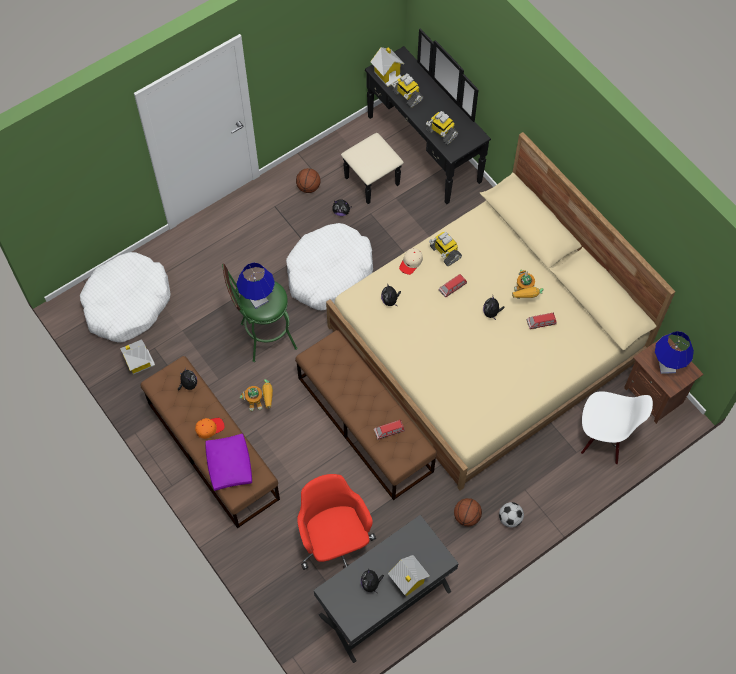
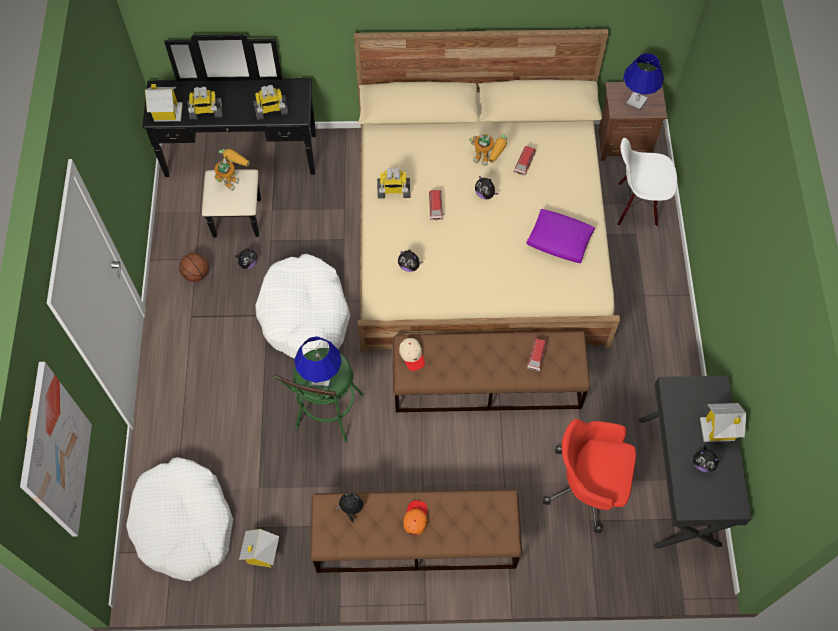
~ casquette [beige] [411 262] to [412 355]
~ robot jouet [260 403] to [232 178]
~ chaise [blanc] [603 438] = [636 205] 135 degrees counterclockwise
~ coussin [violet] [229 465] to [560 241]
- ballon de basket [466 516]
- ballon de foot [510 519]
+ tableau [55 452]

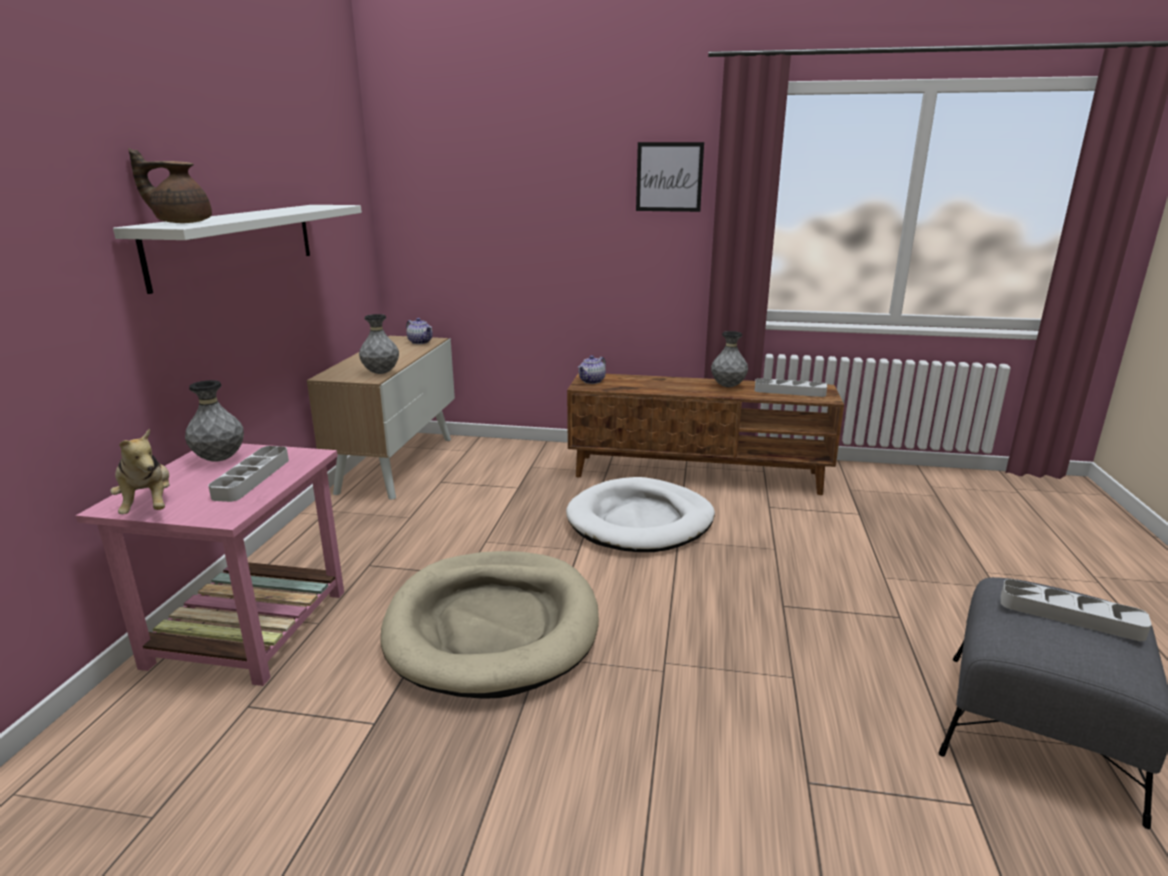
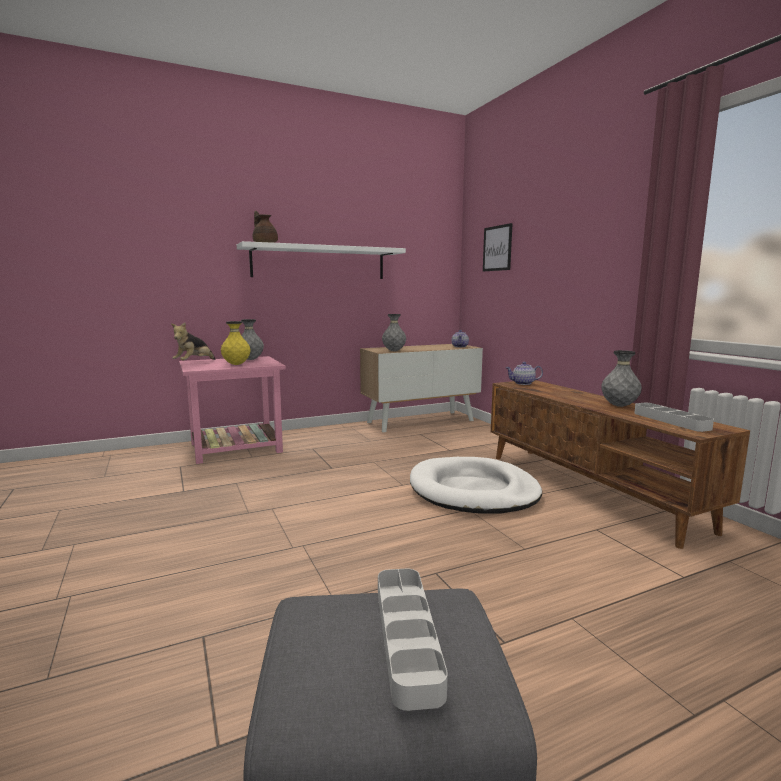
~ tableau [669 177] to [497 248]
~ plateau [gris] [252 478] to vase [jaune] [236 364]
- panier pour chien [beige] [493 626]

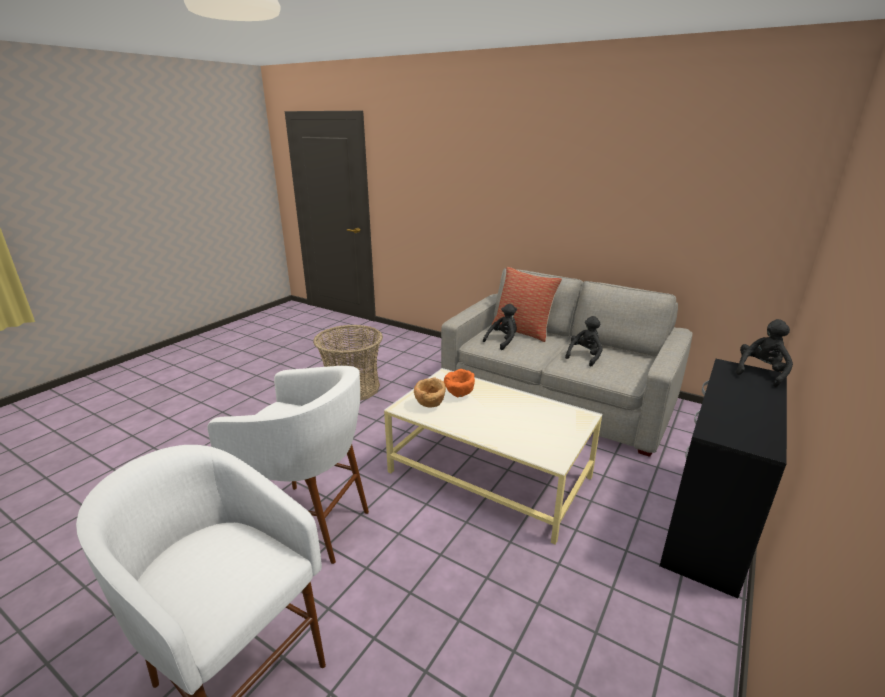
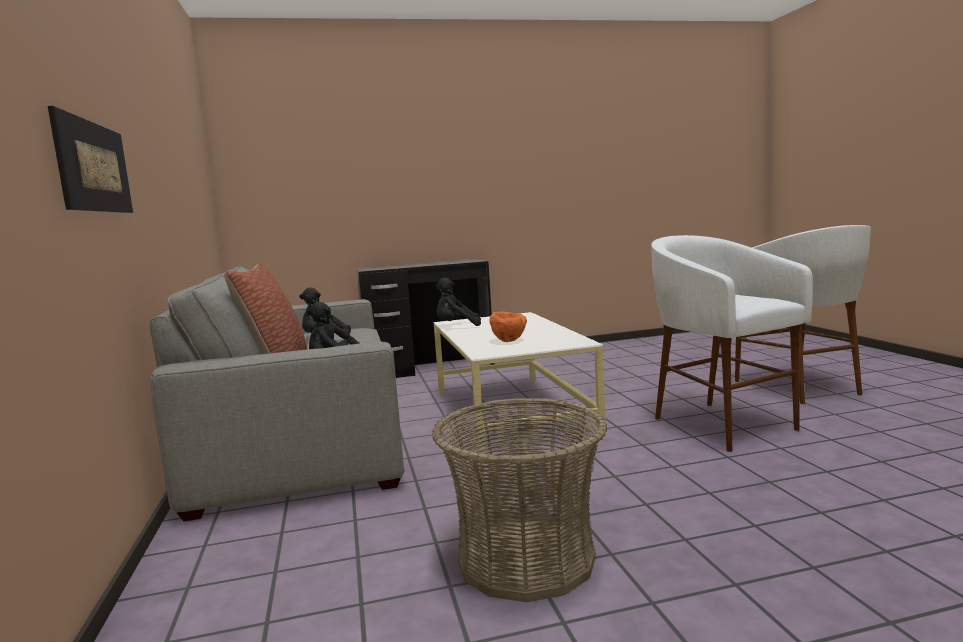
~ peluche [noir] [761 372] to [456 326]
- bol [marron] [430 405]
+ tableau [94 167]

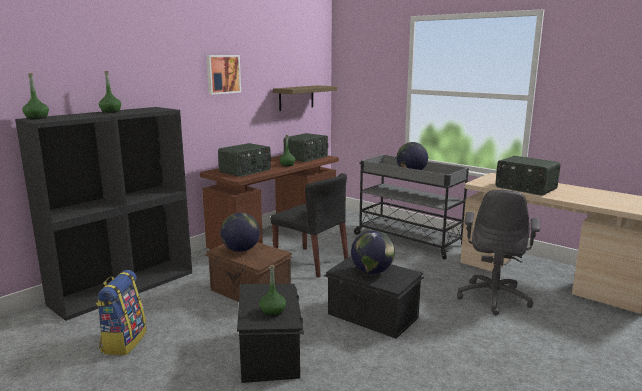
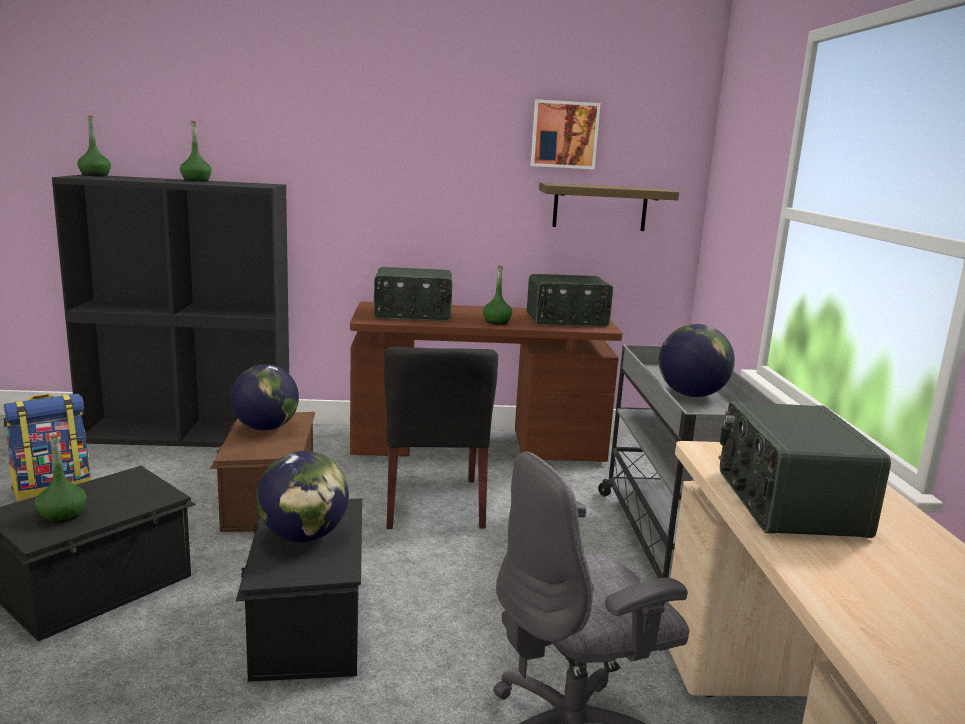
~ tableau [222 74] to [564 134]

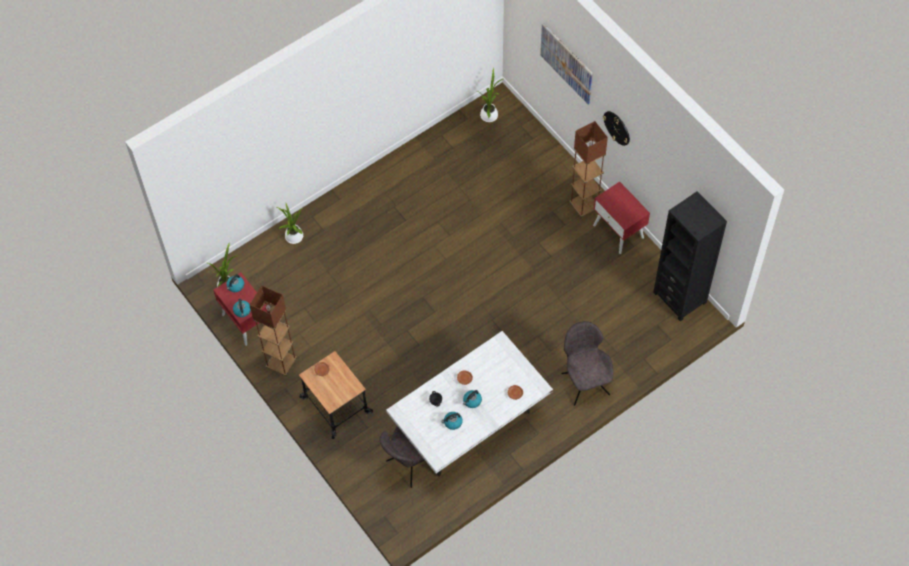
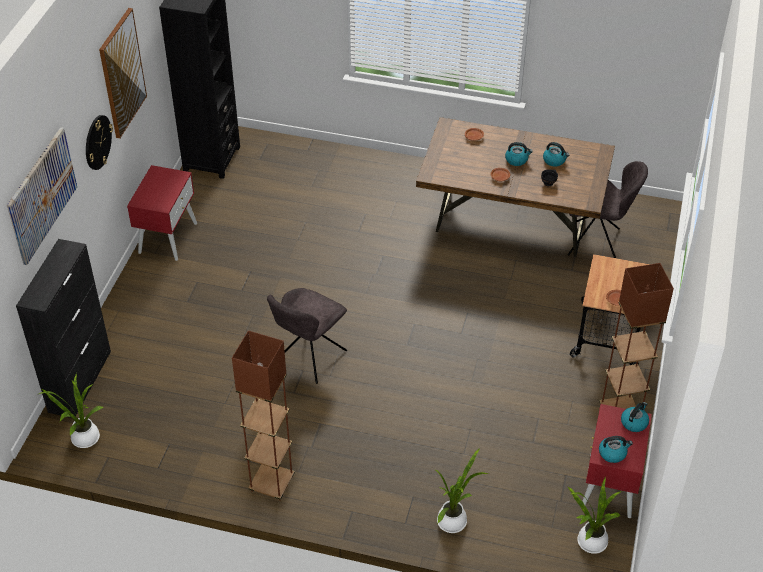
~ lampadaire [marron] [584 206] to [271 483]
~ chaise [gris] [584 382] to [309 358]
~ table à manger [blanc] [469 427] to table à manger [marron] [511 224]
+ tableau [122 73]
+ meuble de rangement [noir] [80 381]

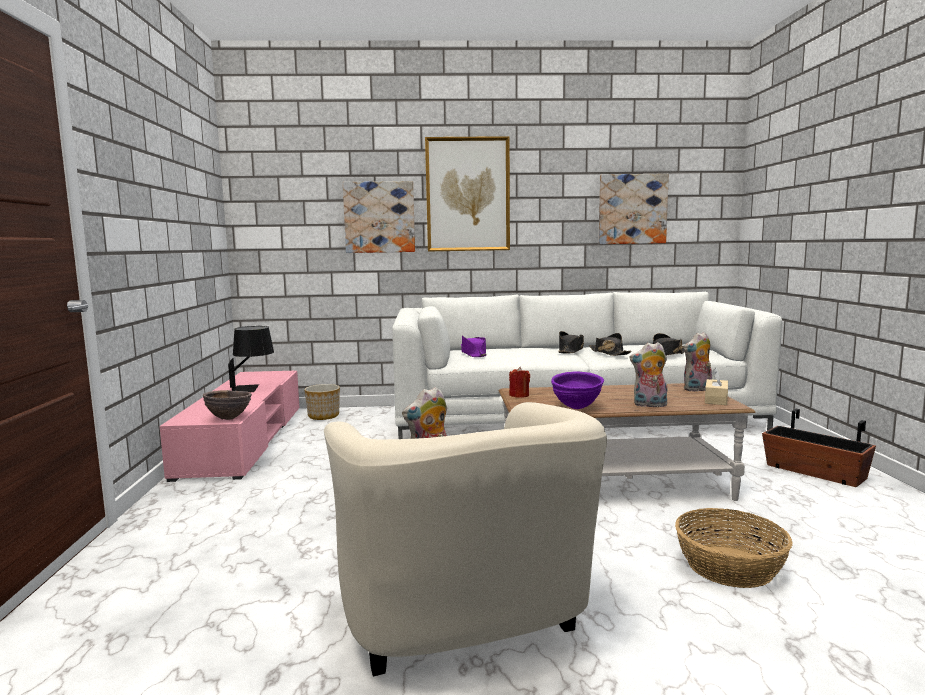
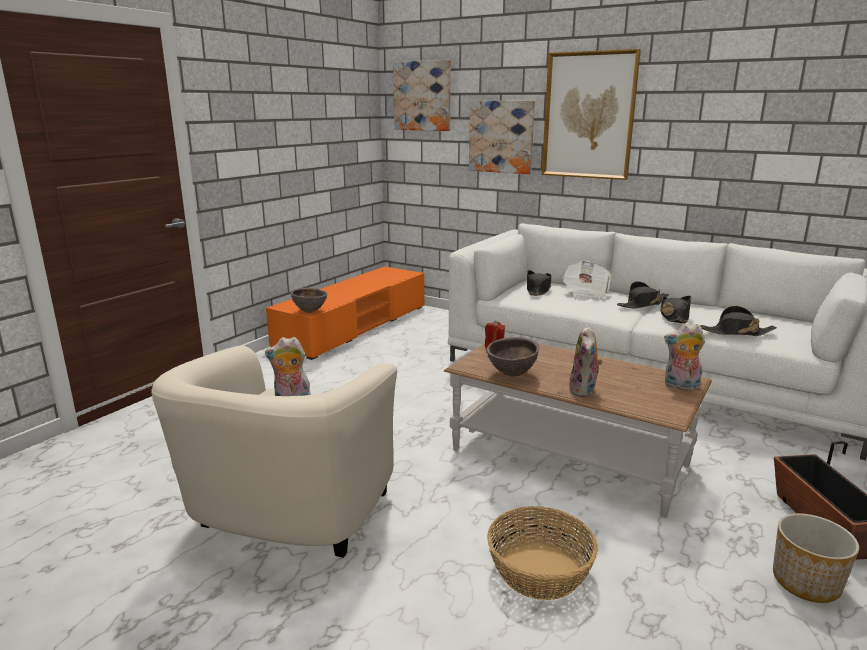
~ tableau [632 209] to [422 96]
- lampe de table [noir] [253 388]
~ chapeau [violet] [473 354] to chapeau [noir] [538 290]
~ peluche [649 405] = [584 391] 120 degrees counterclockwise
- boîte à mouchoirs [beige] [716 400]
~ meuble télé [rose] [244 440] to meuble télé [orange] [354 326]
~ bol [violet] [576 408] to bol [marron] [511 374]
~ cache-pot [324 416] to [806 583]
+ journal [585 294]

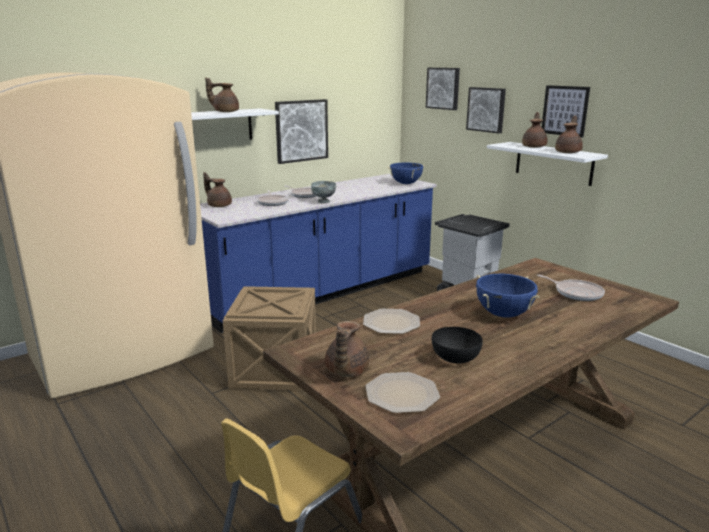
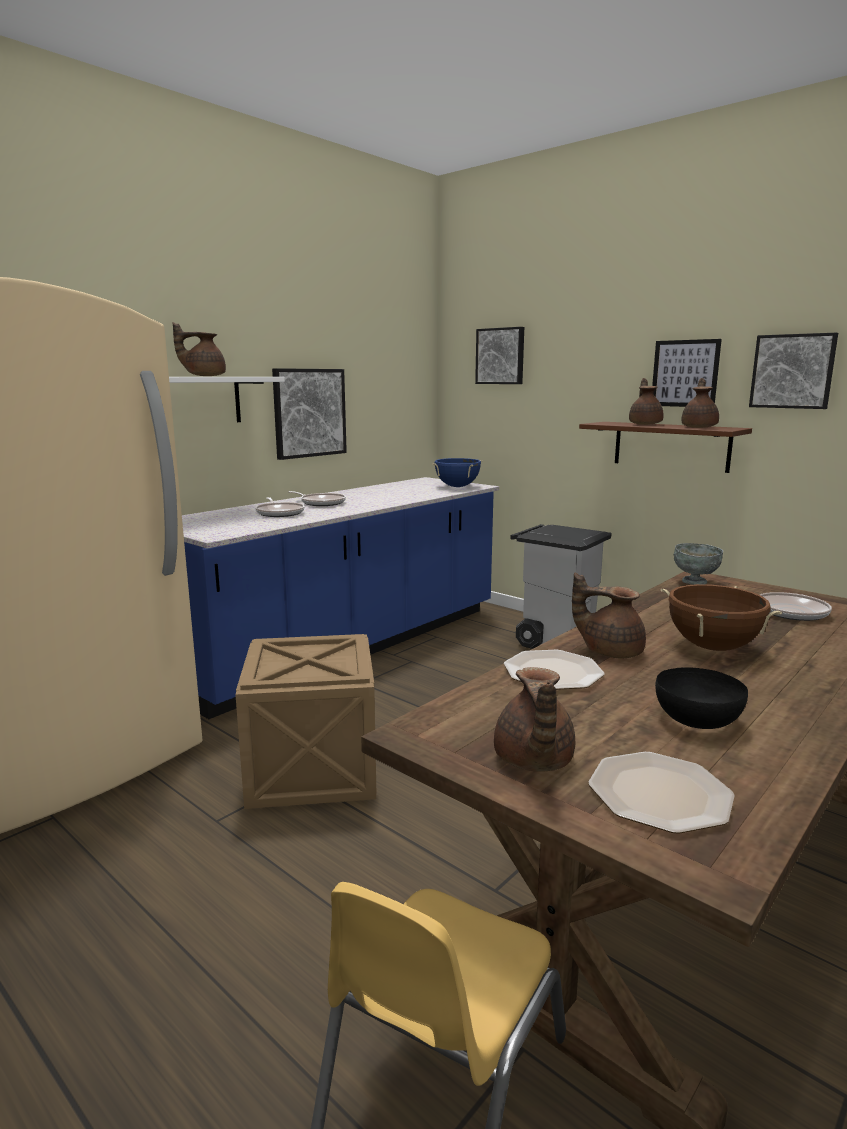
~ tableau [486 109] to [792 371]
~ étagère [blanc] [553 163] to étagère [marron] [671 446]
~ théière [marron] [219 205] to [610 651]
~ bol [gris] [323 201] to [695 582]
~ marmite [bleu] [503 314] to marmite [marron] [713 647]

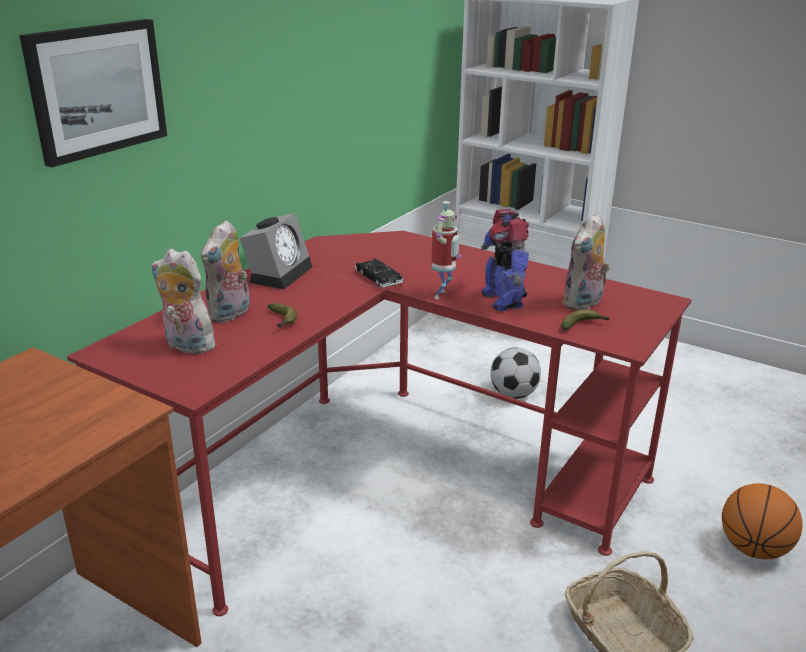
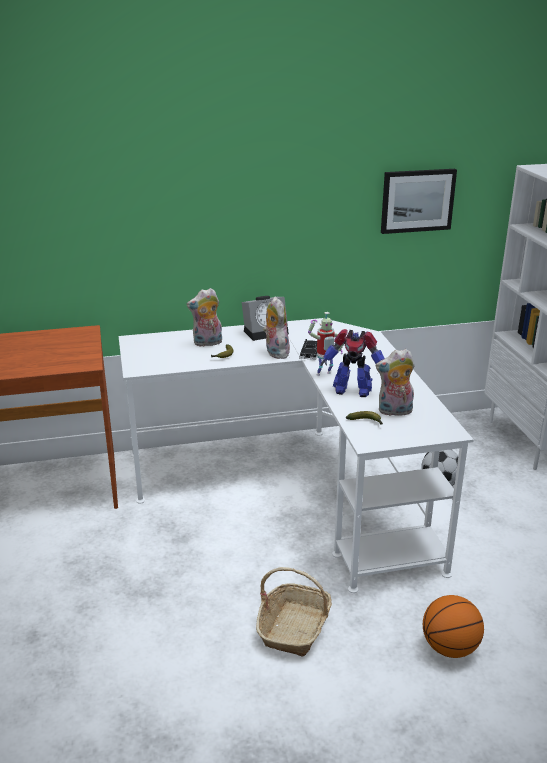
~ tableau [97 89] to [417 200]
~ robot jouet [503 299] = [352 390] 105 degrees counterclockwise
~ bureau [rouge] [388 475] to bureau [blanc] [295 487]
~ peluche [186 346] to [275 352]

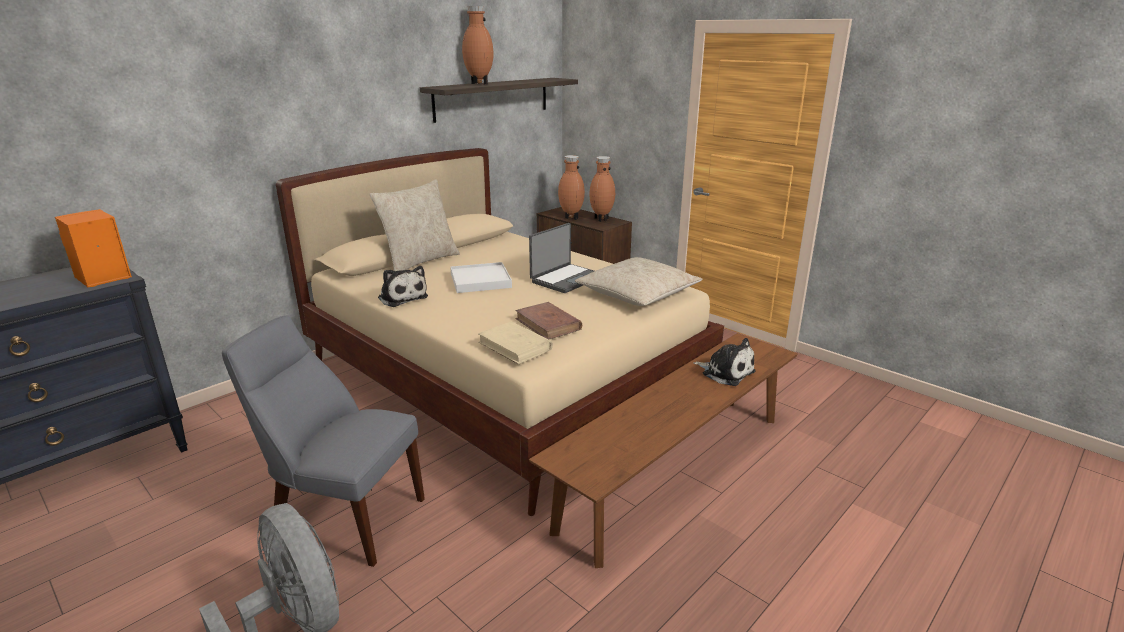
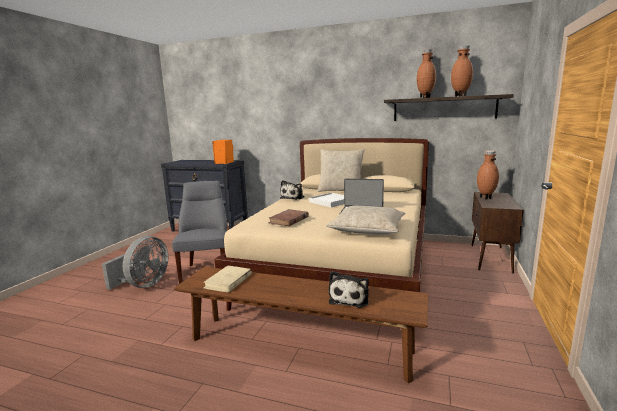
~ vase [marron] [601 219] to [460 96]
~ livre [beige] [515 346] to [228 281]

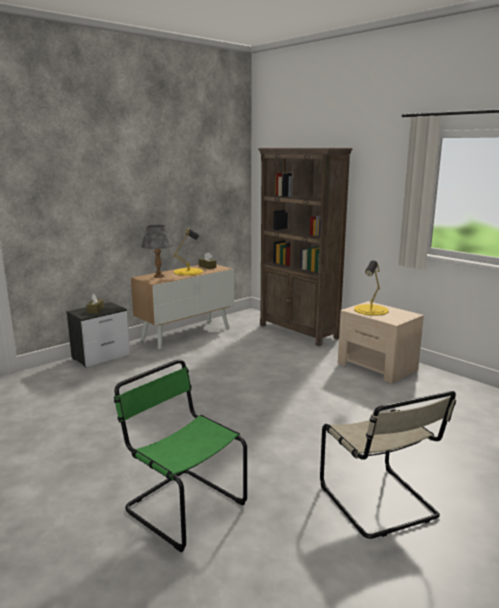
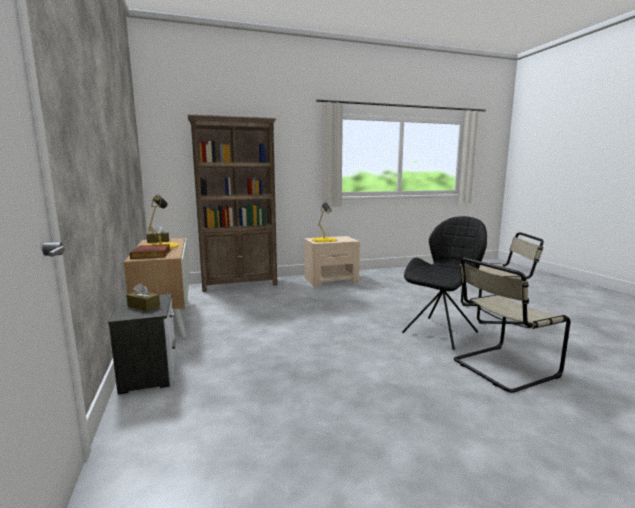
~ lampe de table [gris] [158 276] to livre [152 254]
~ chaise [vert] [182 505] to chaise [beige] [501 368]
+ chaise [noir] [441 332]

